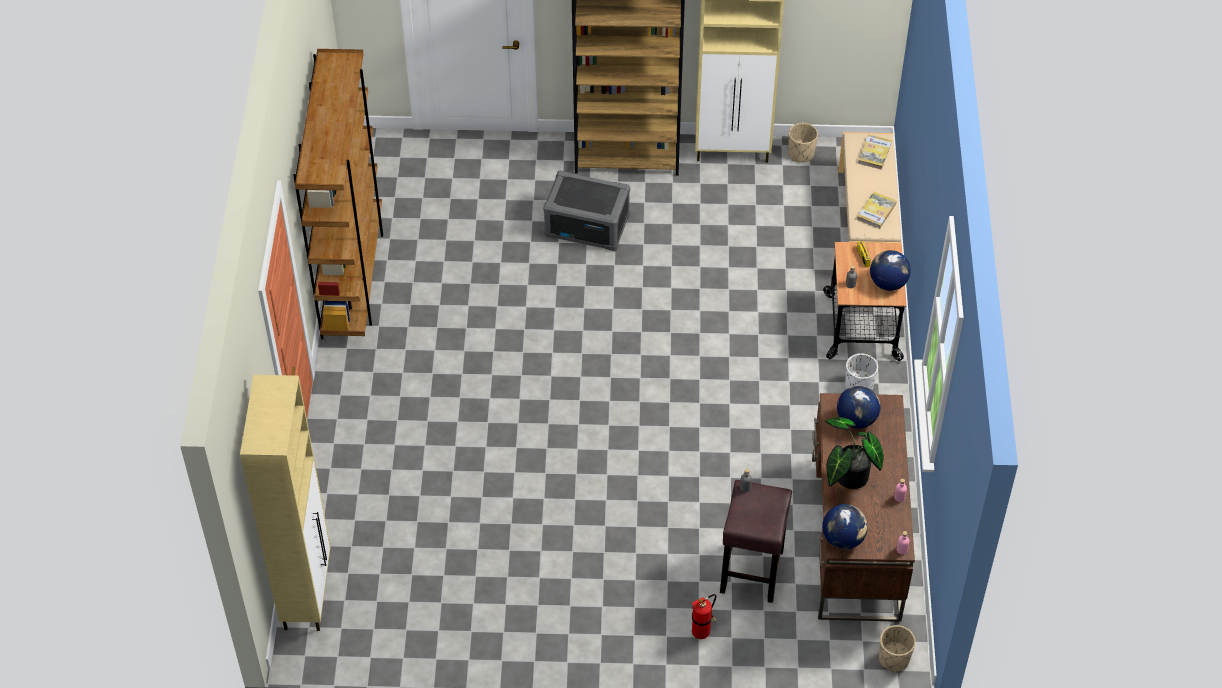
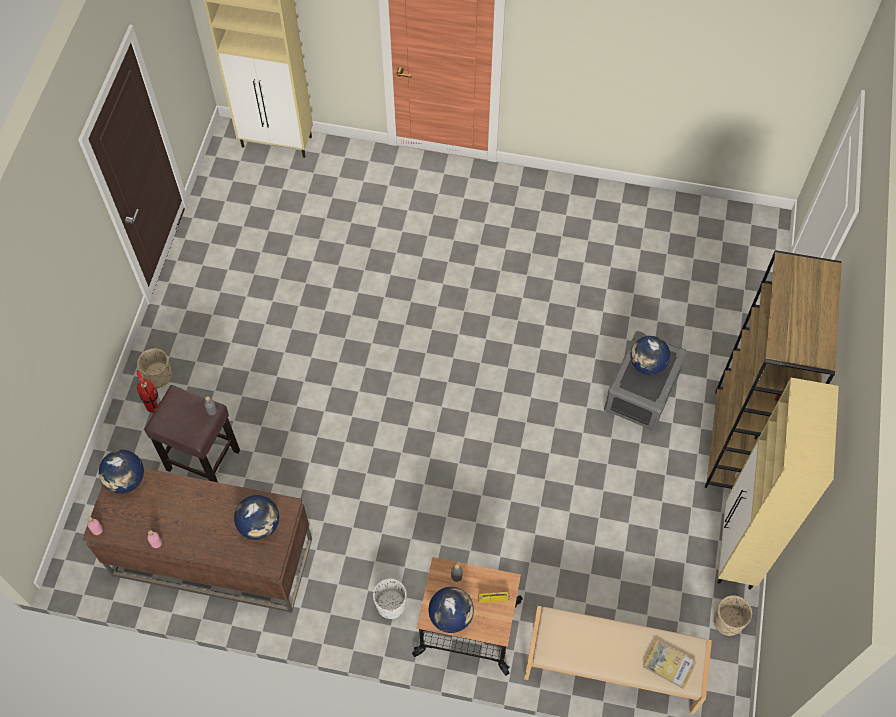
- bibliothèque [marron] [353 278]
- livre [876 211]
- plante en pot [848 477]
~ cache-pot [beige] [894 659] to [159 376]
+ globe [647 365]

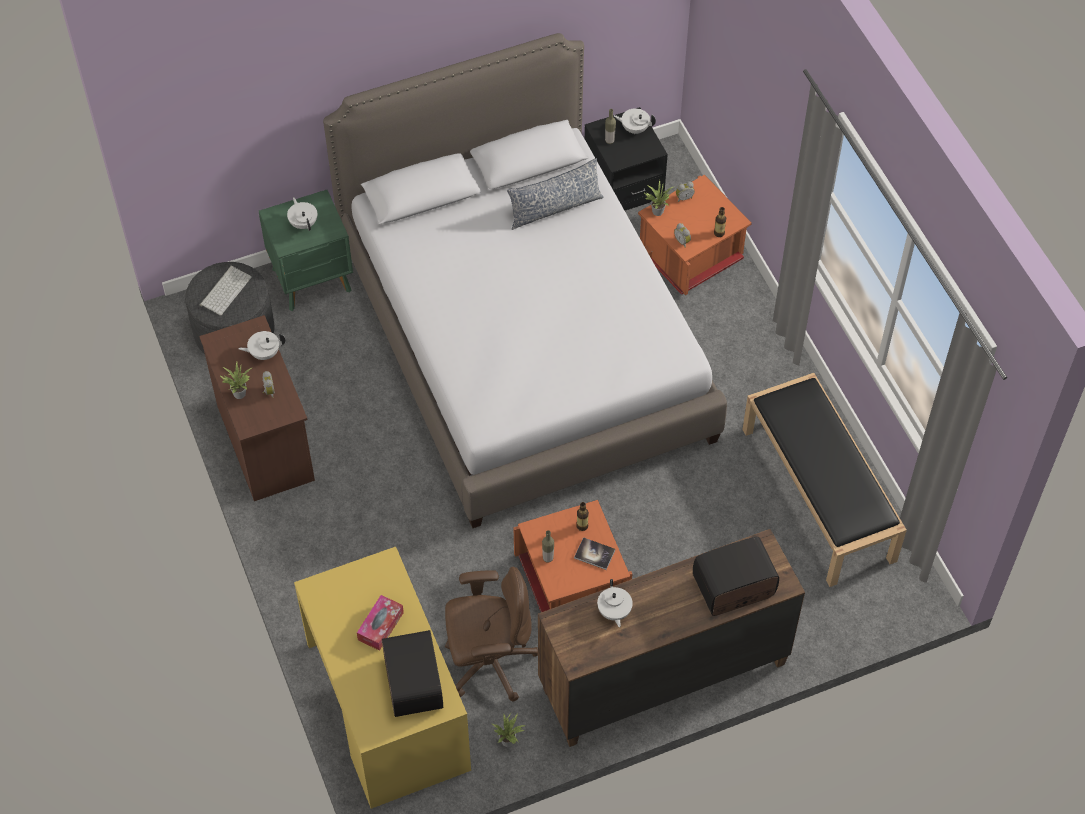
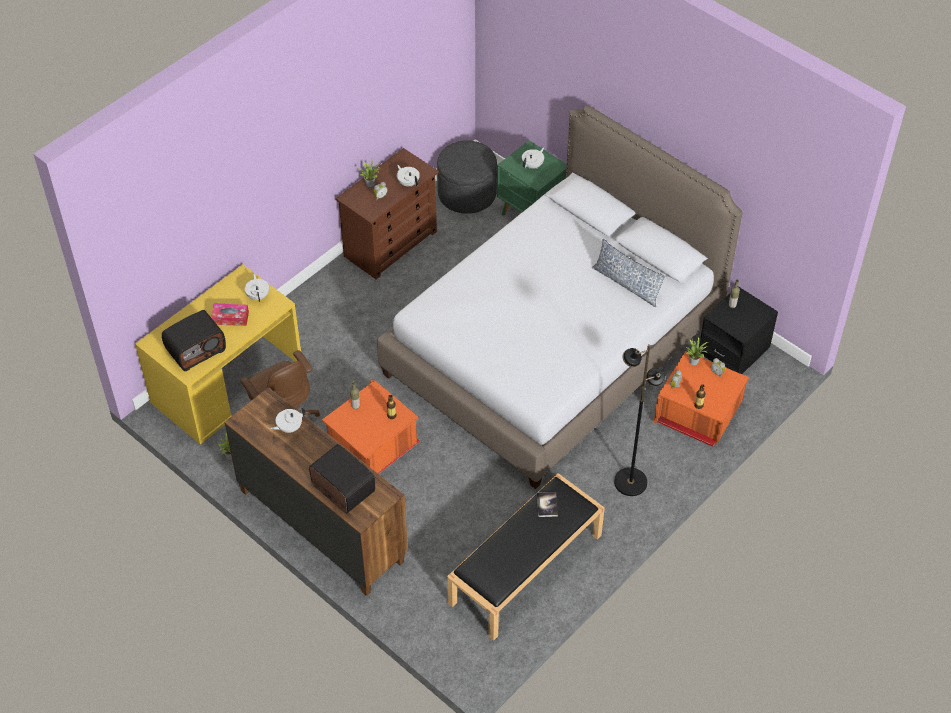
~ théière [blanc] [634 129] to [258 295]
- clavier [225 290]
~ livre [594 554] to [547 505]
+ lampadaire [noir] [630 481]

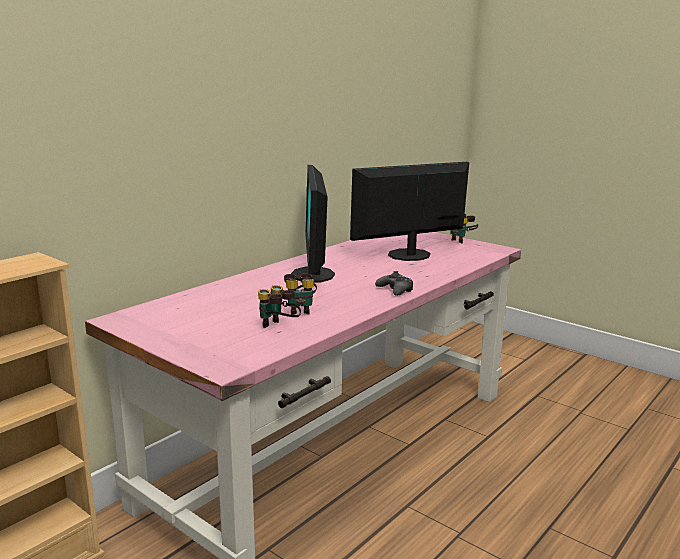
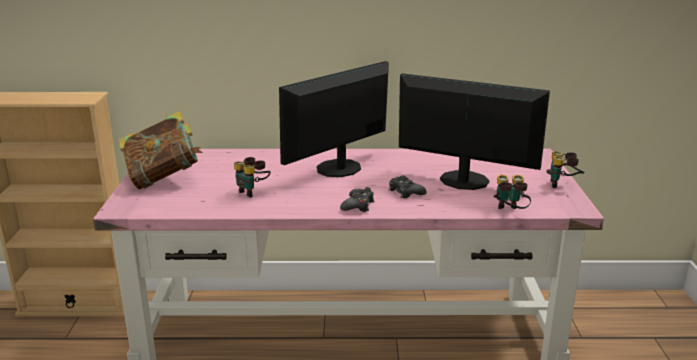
~ jumelles [278 328] to [509 213]
+ livre [163 178]
+ manette [noir] [405 192]

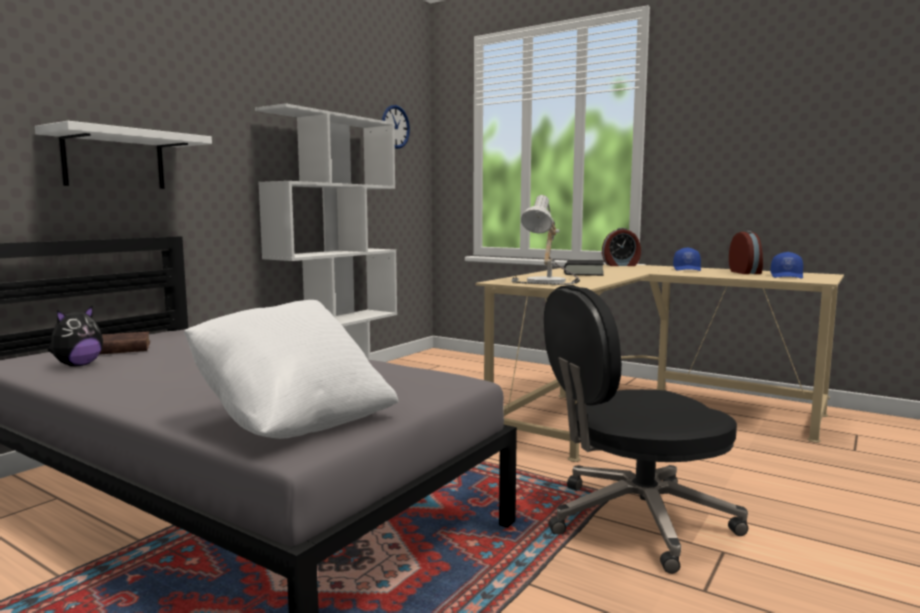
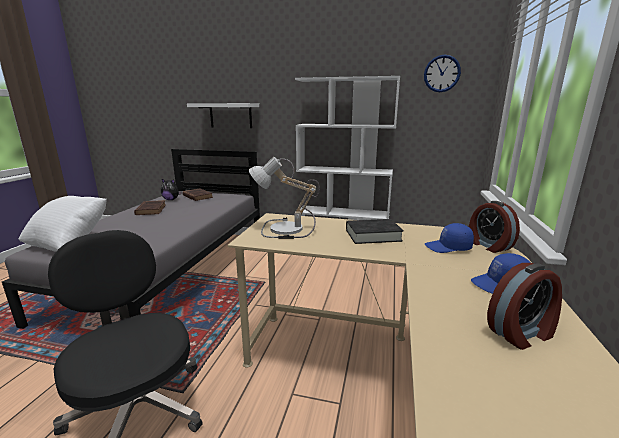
~ casquette [bleu] [787 276] to [448 247]
+ livre [marron] [151 209]

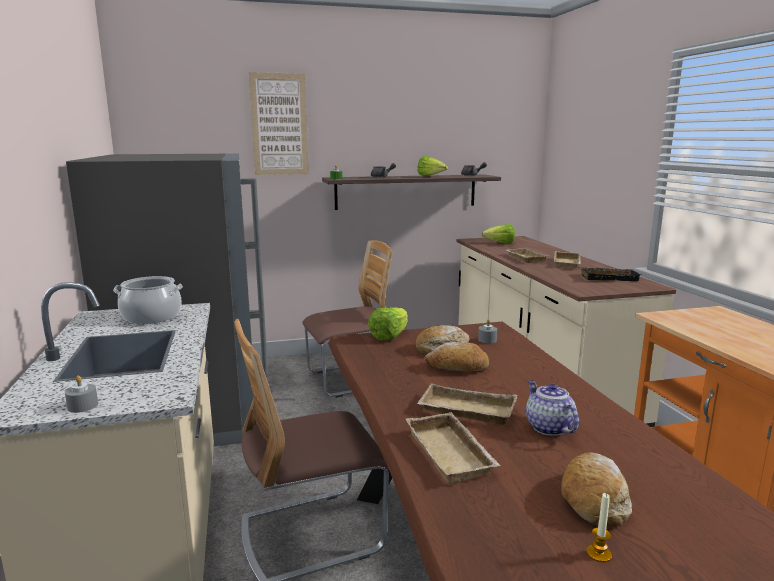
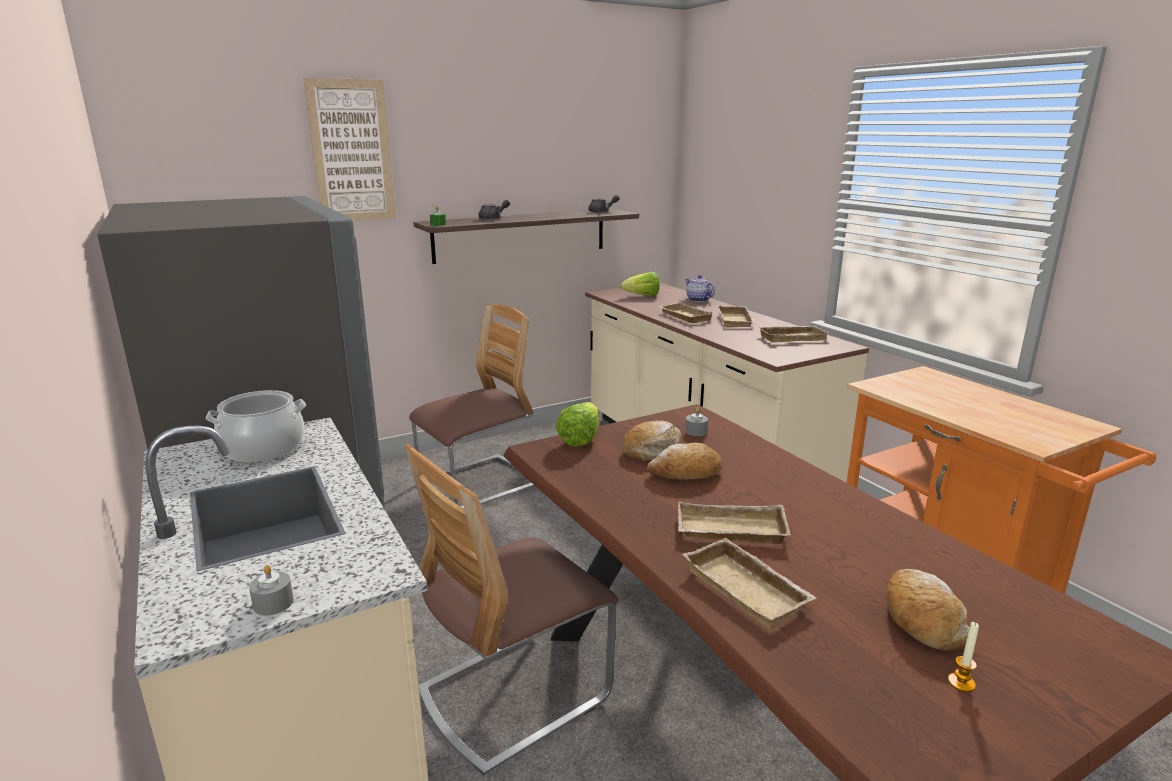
- laitue [431 176]
~ plateau [noir] [608 277] to plateau [beige] [792 337]
~ théière [548 427] to [697 300]

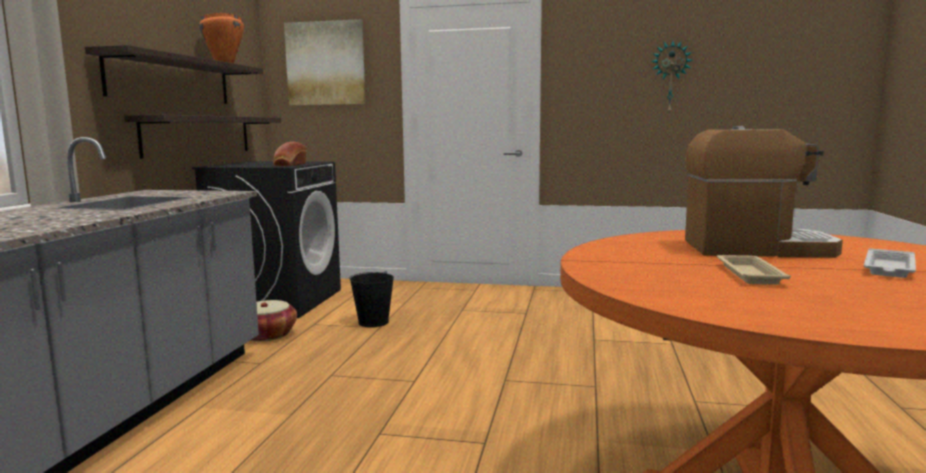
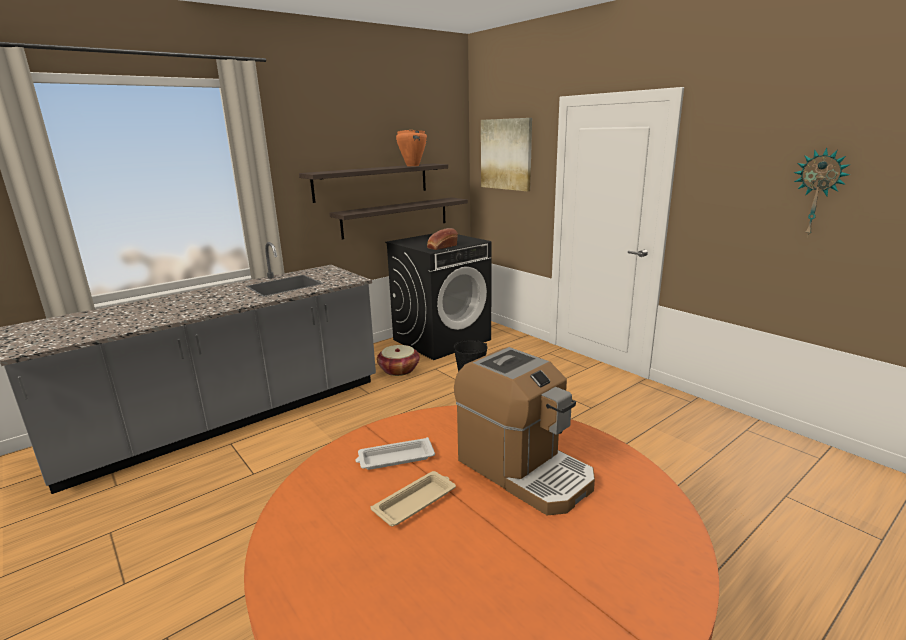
~ plateau [blanc] [889 268] to [394 458]

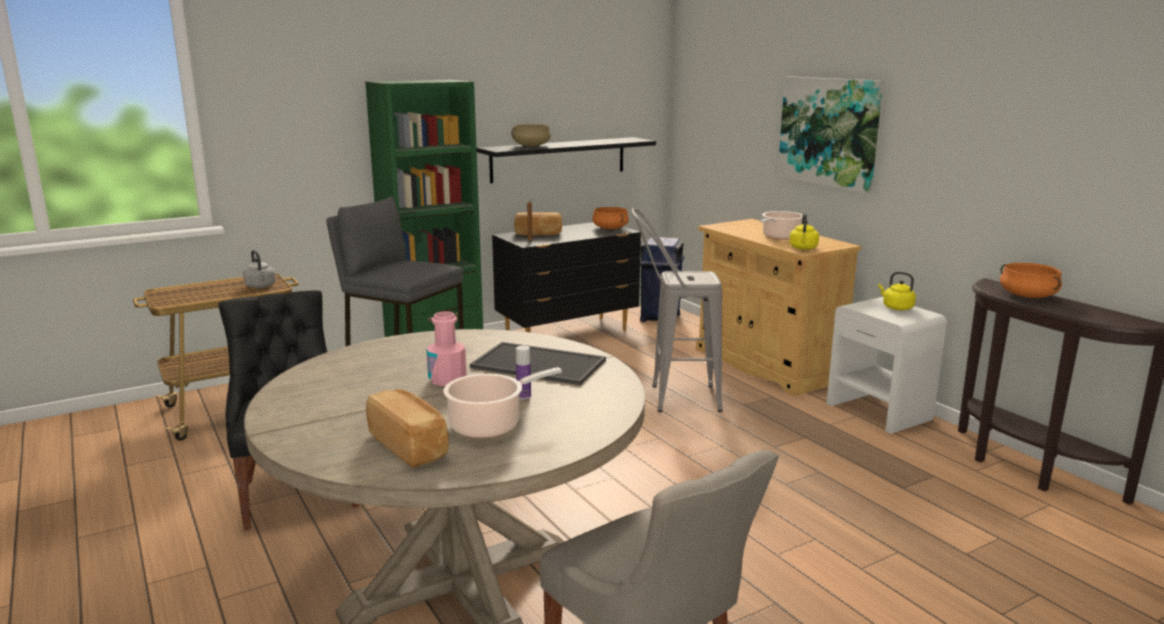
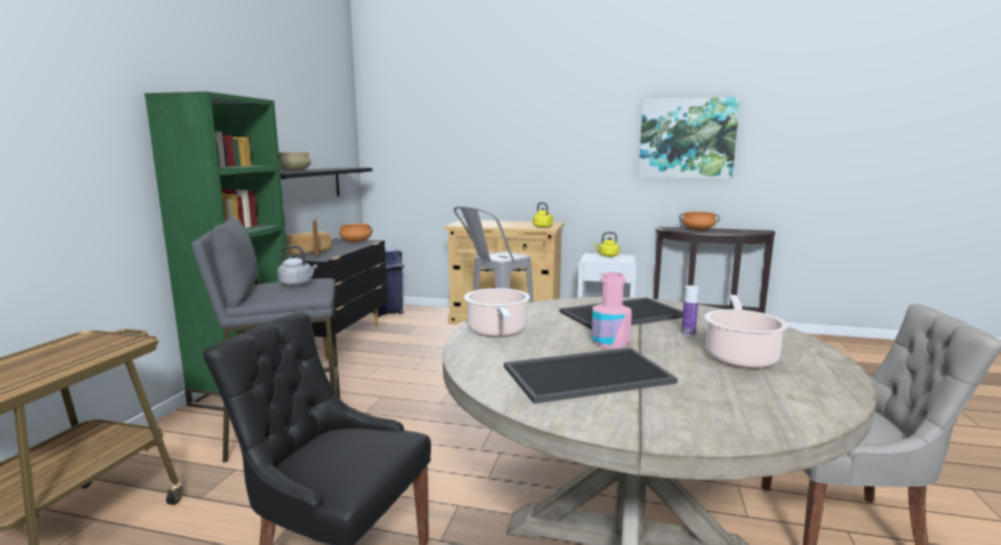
~ tableau [829 132] to [687 138]
~ marmite [780 237] to [497 331]
~ bouilloire [gris] [261 286] to [297 284]
- pain [409 446]
+ plateau [587 373]

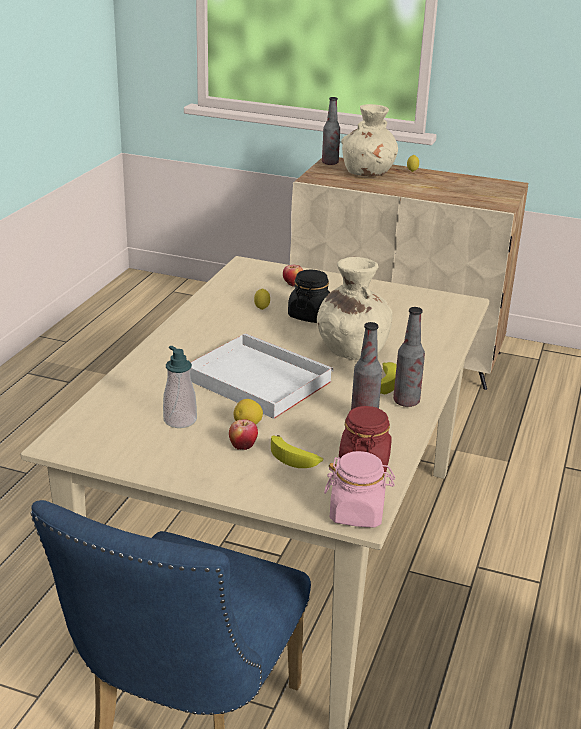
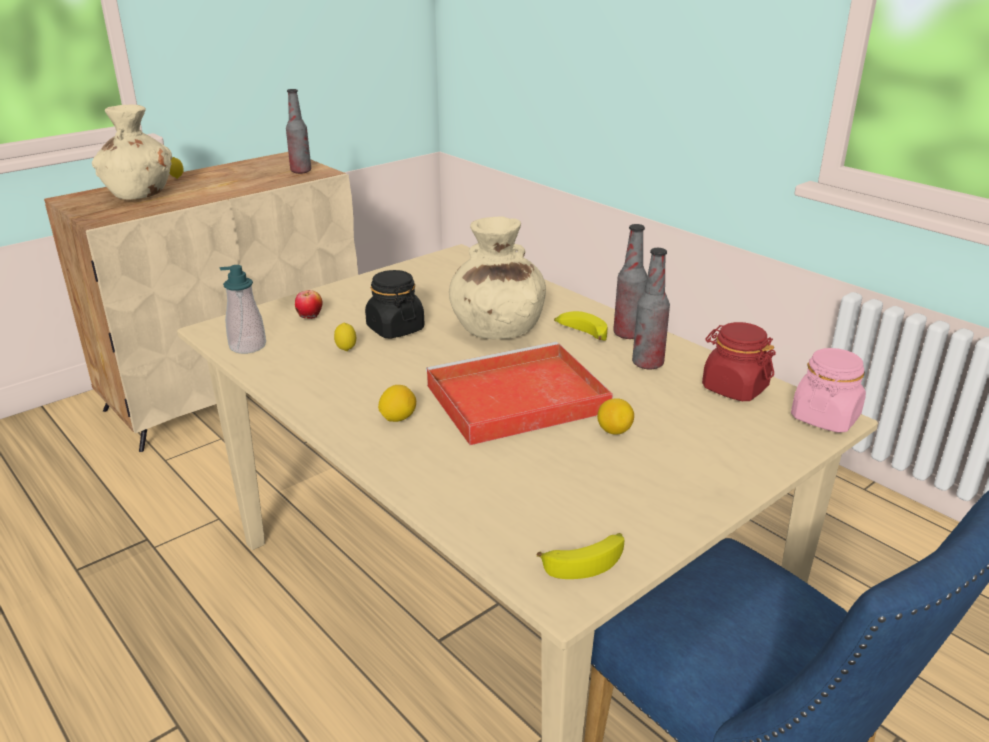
~ bouteille [330 163] to [301 171]
~ plateau [blanc] [255 380] to plateau [rouge] [514 399]
~ distributeur de savon [180 420] to [247 346]
- pomme [243 447]
~ banane [295 458] to [585 561]
+ citron [398 418]

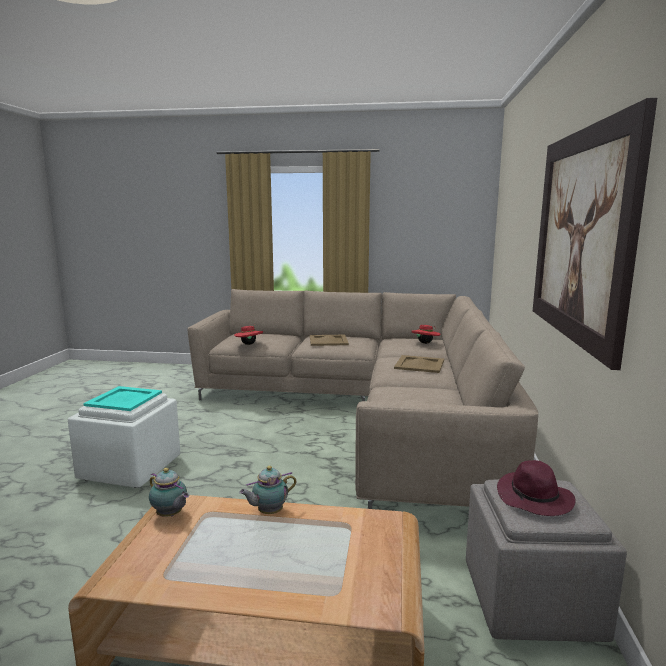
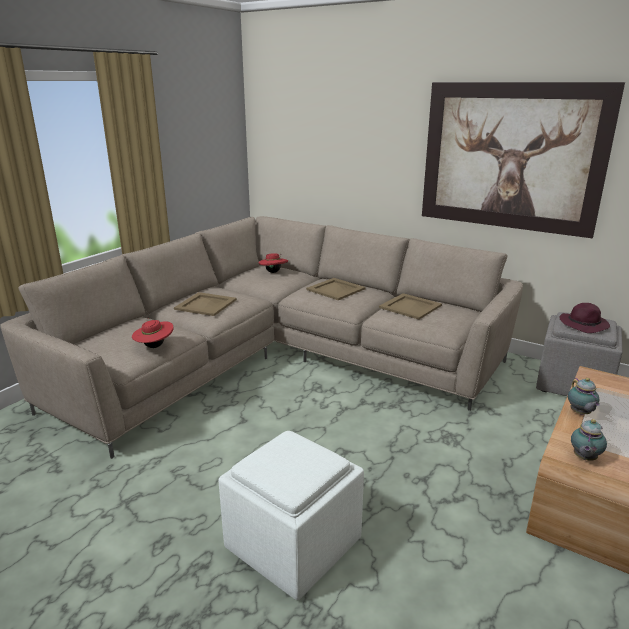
- plateau [turquoise] [123 399]
~ théière [170 515] = [584 458] 150 degrees clockwise
+ plateau [beige] [411 306]

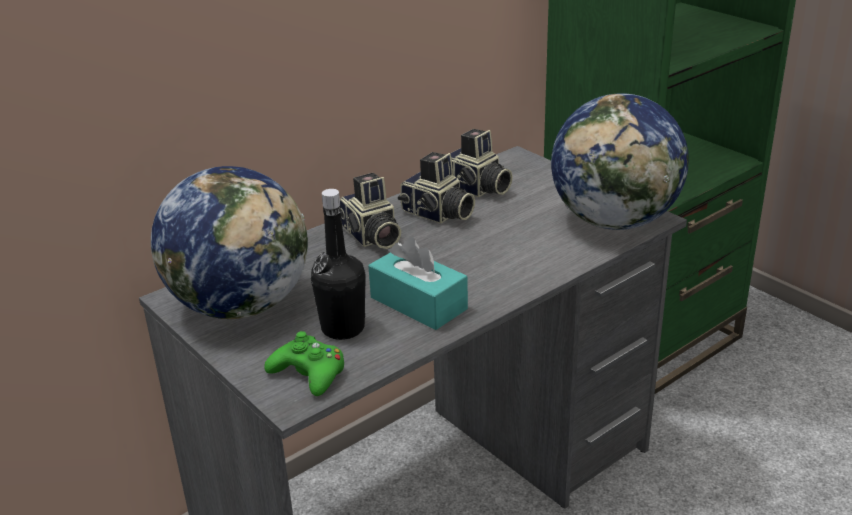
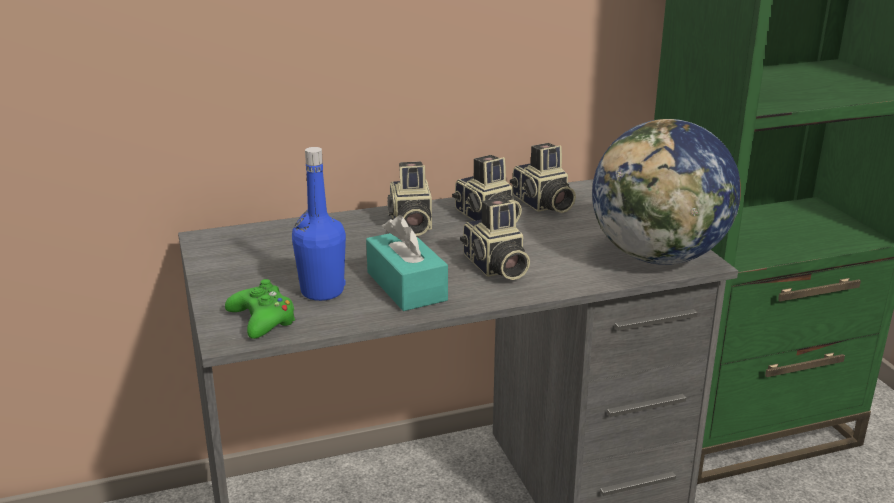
- globe [241 305]
~ bouteille [noir] [343 328] to bouteille [bleu] [322 291]
+ appareil photo [495 267]

